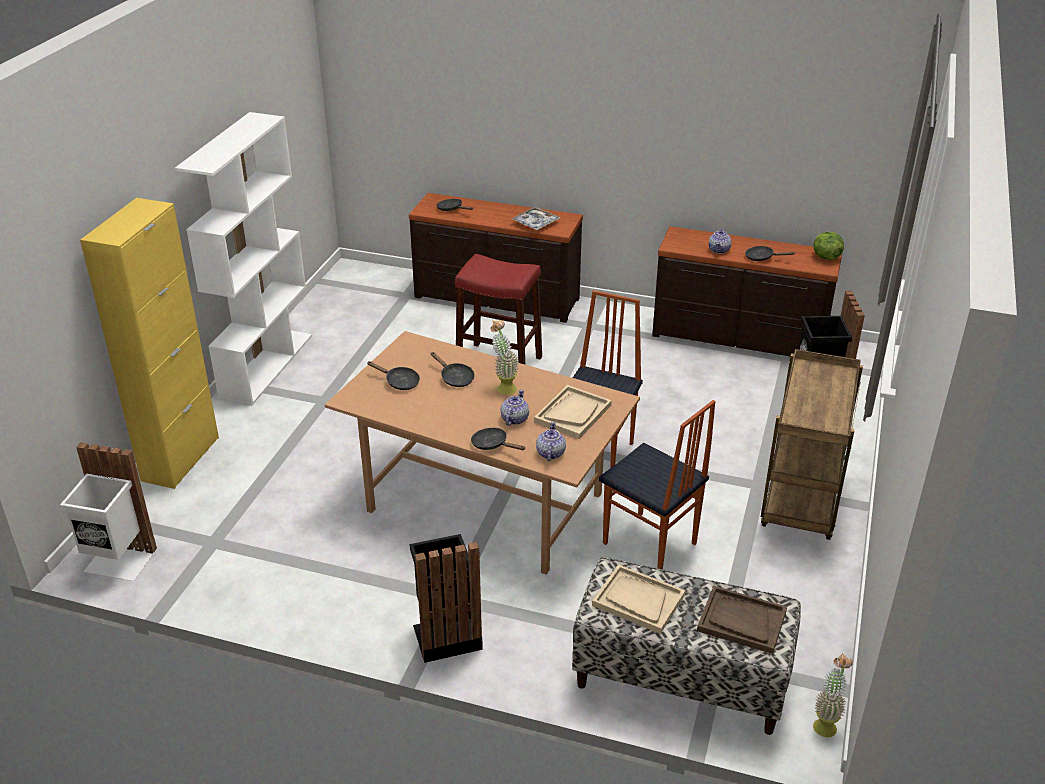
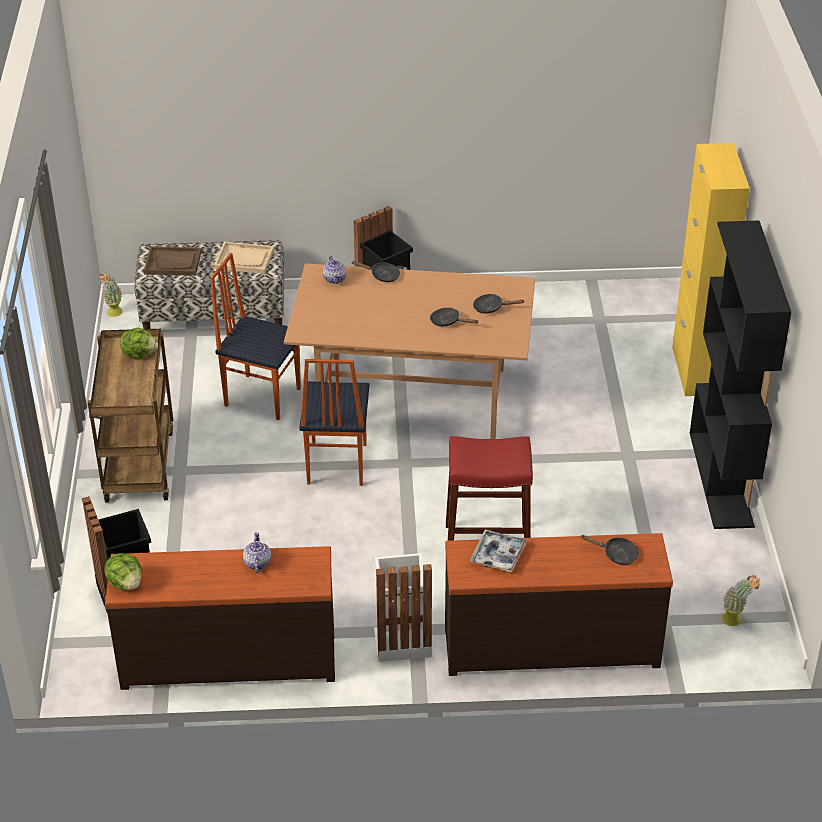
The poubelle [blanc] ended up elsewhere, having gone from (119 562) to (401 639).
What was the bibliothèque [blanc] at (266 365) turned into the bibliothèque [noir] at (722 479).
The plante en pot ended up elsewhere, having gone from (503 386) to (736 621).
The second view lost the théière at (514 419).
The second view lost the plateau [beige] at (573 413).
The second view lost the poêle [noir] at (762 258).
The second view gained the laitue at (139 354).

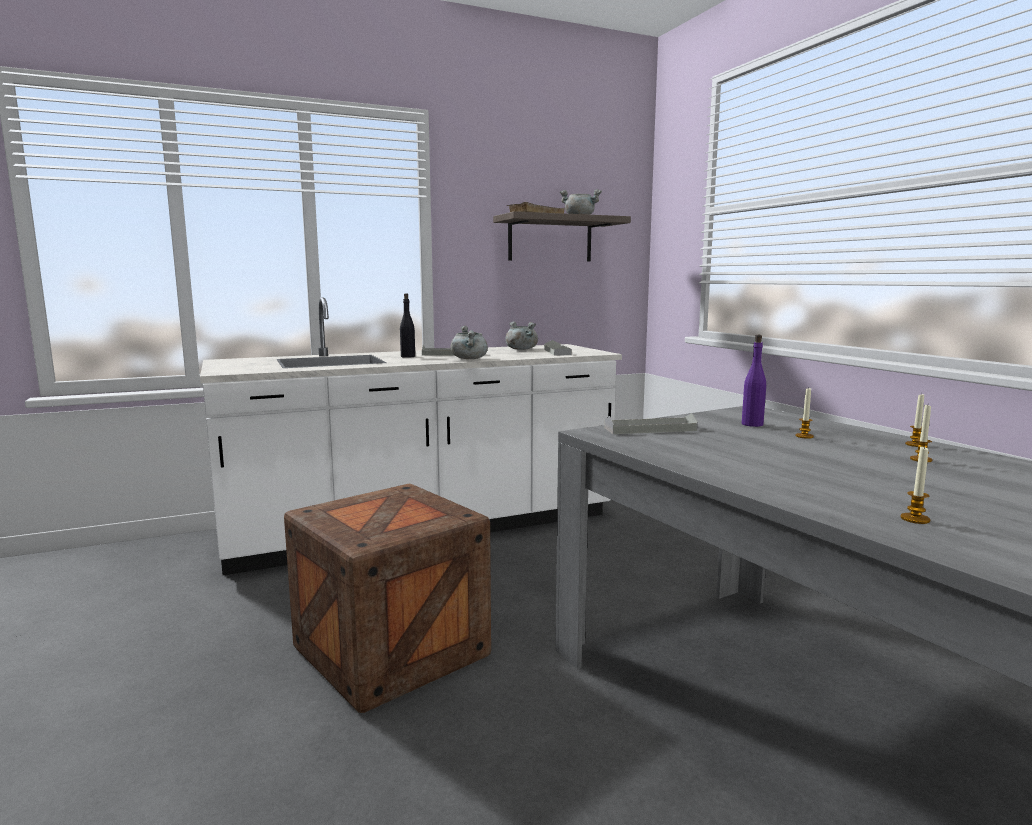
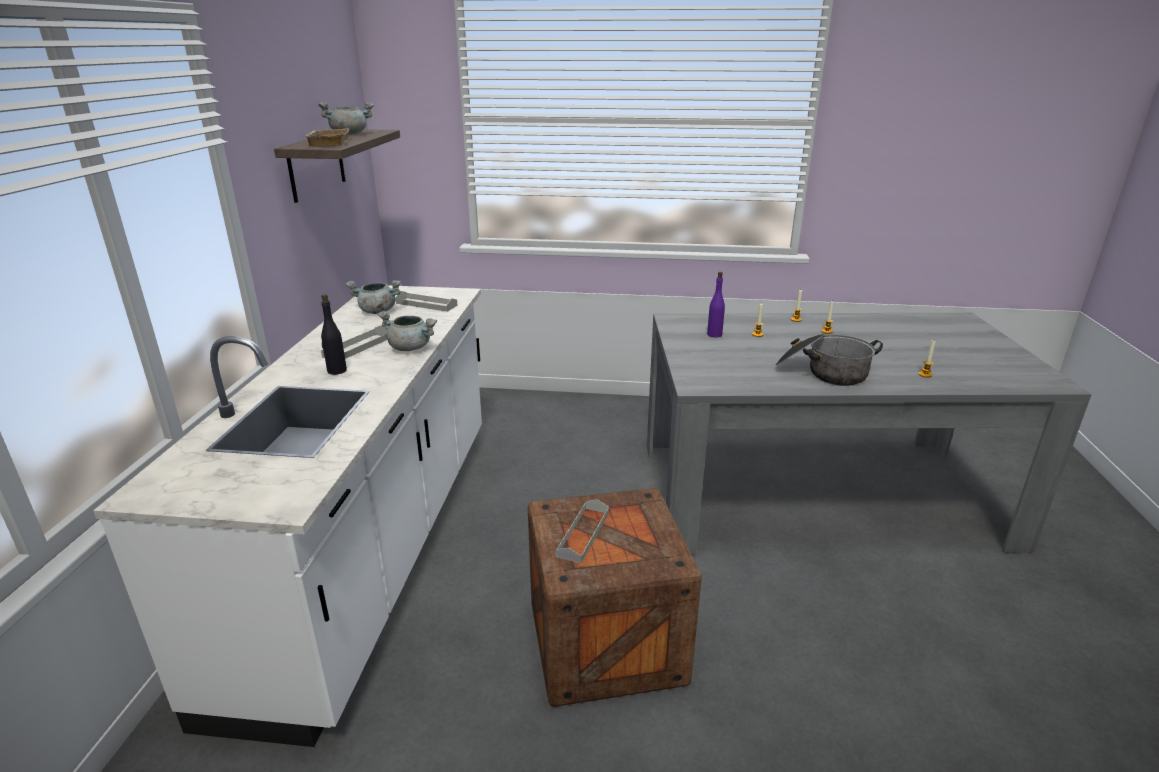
The plateau [gris] ended up elsewhere, having gone from (650 429) to (583 534).
The second view gained the marmite at (823 372).

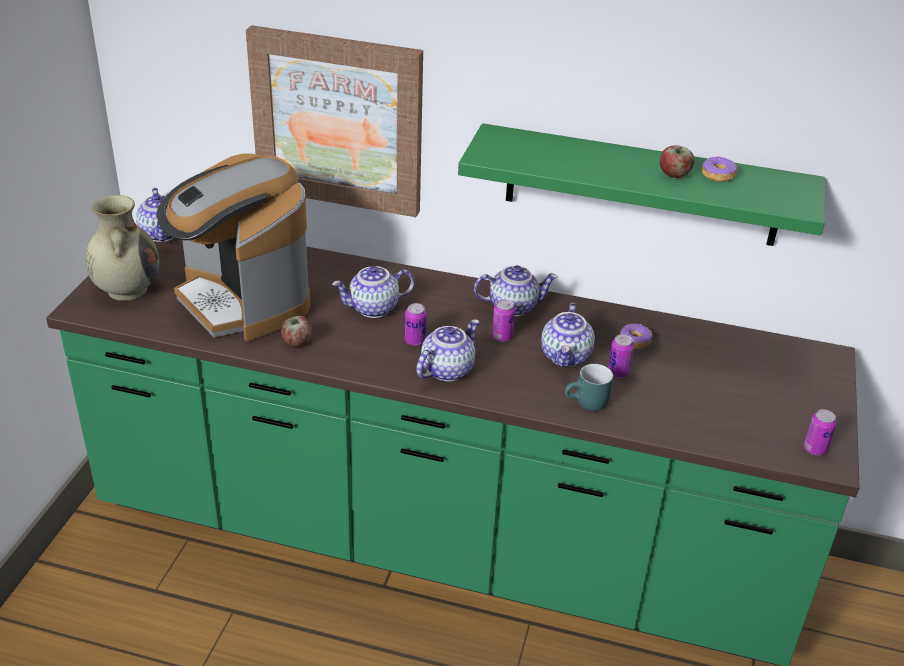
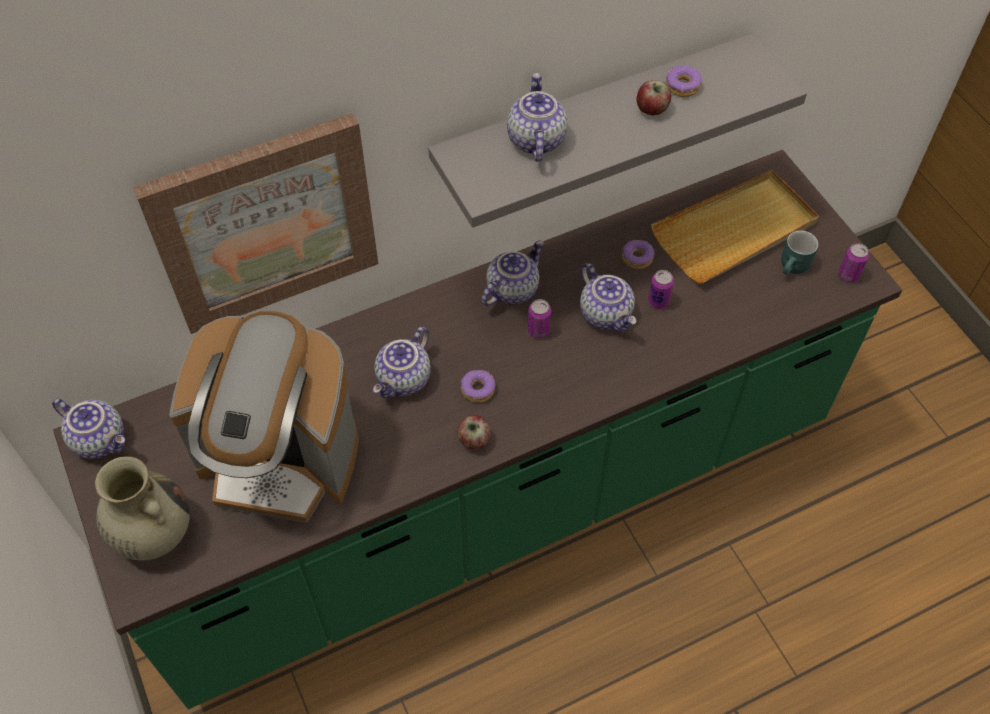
The pomme ended up elsewhere, having gone from (297 342) to (474 440).
Where the boîte métallique stood at (415 341), the beignet came to stand at (477 389).
The théière ended up elsewhere, having gone from (447 369) to (535 139).
What was the étagère [vert] at (642 186) turned into the étagère [gris] at (593 120).
The mug [turquoise] ended up elsewhere, having gone from (587 404) to (794 268).
The second view gained the plateau [beige] at (735 231).

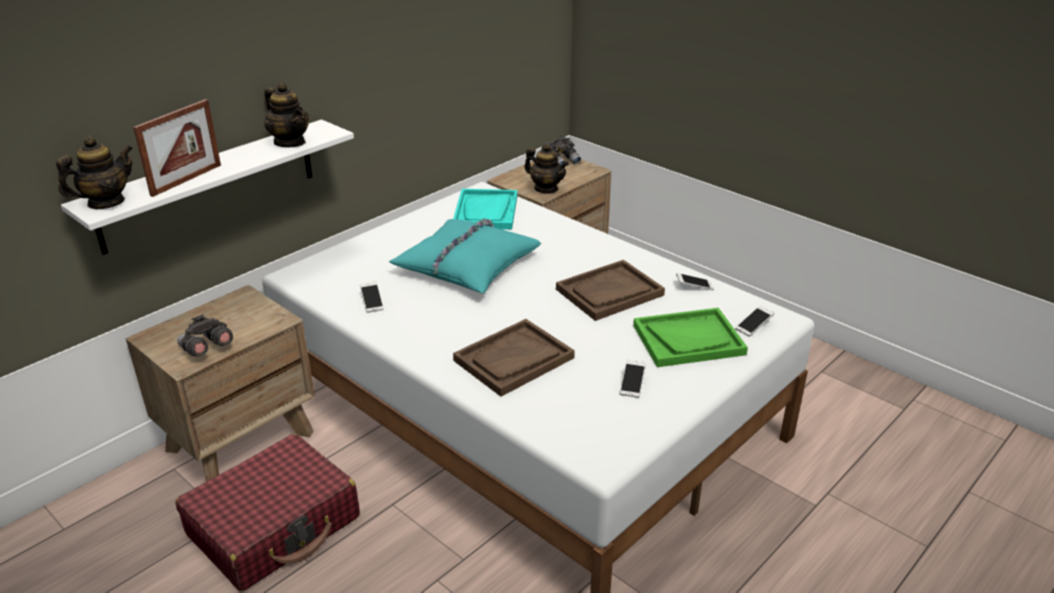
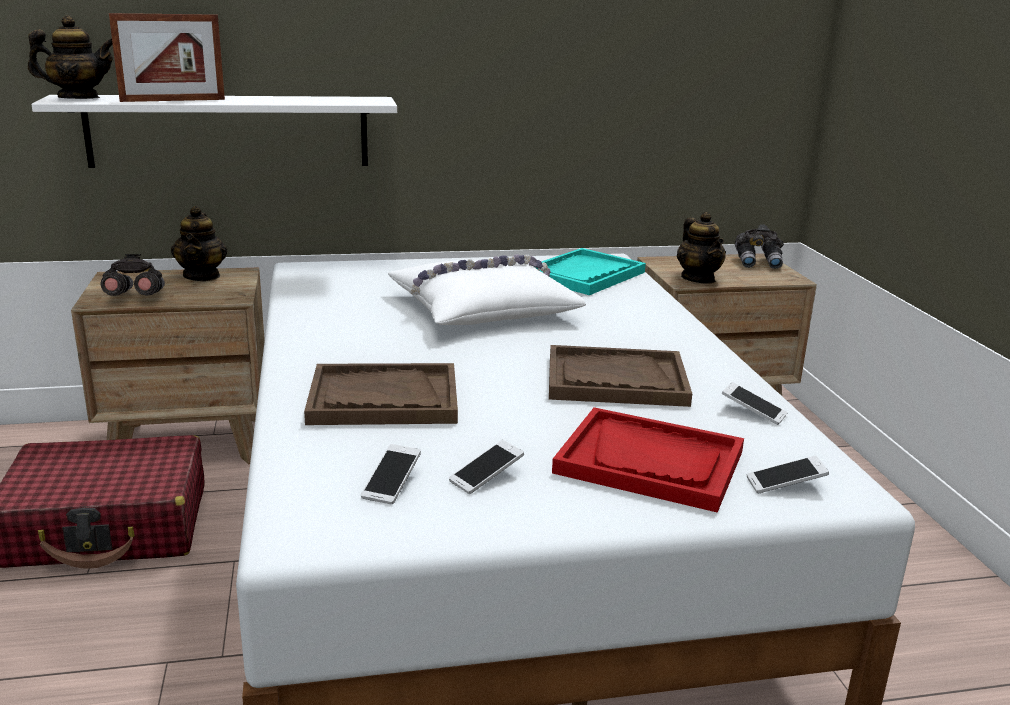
The théière ended up elsewhere, having gone from (290 142) to (202 276).
The téléphone ended up elsewhere, having gone from (372 302) to (391 484).
What was the coussin [turquoise] at (466 265) turned into the coussin [blanc] at (482 308).
What was the plateau [vert] at (688 339) turned into the plateau [rouge] at (650 462).

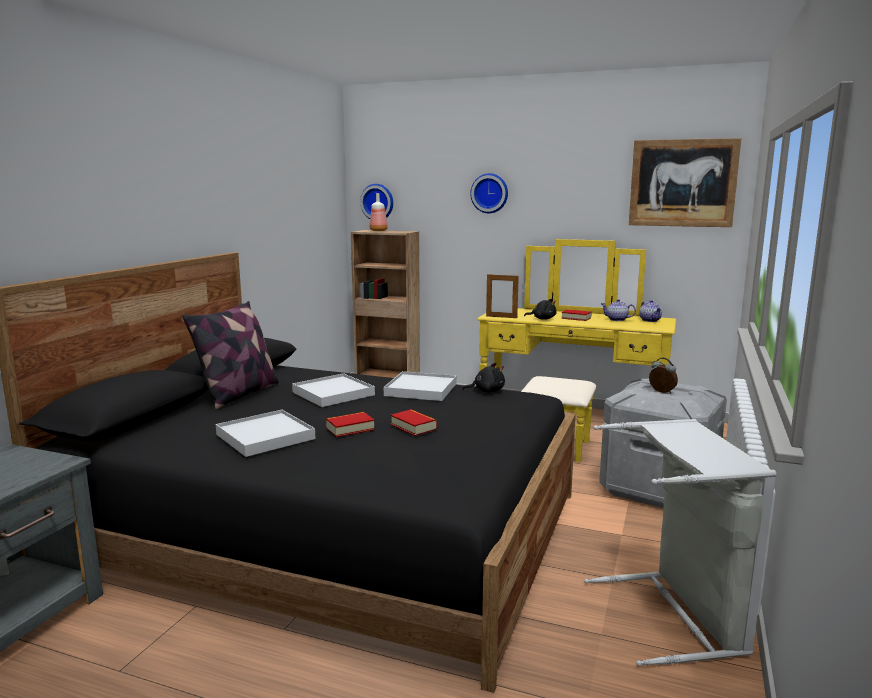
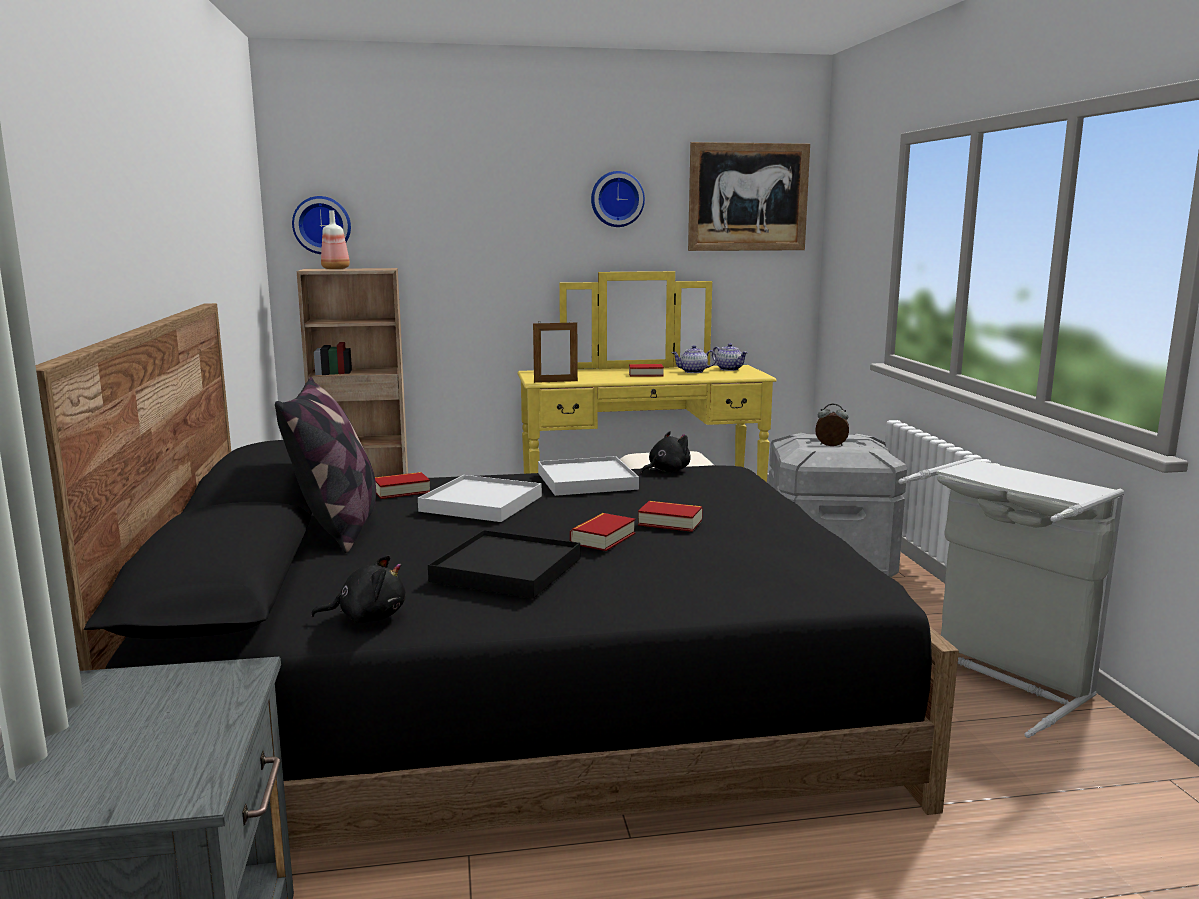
What was the plateau [blanc] at (265 437) turned into the plateau [noir] at (507 570).
The horloge murale ended up elsewhere, having gone from (490 193) to (617 199).
The peluche [noir] ended up elsewhere, having gone from (542 319) to (367 617).
The second view gained the livre at (401 491).

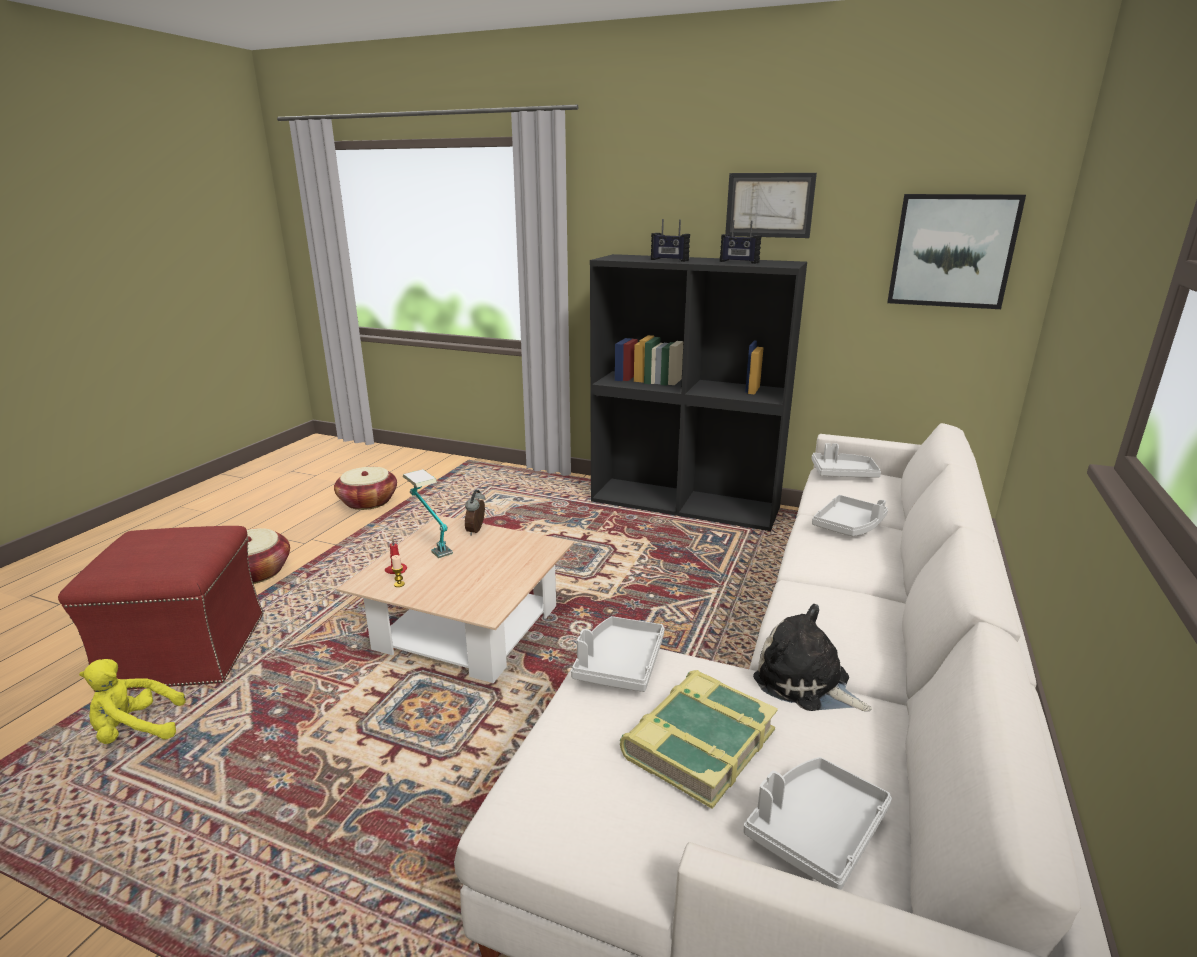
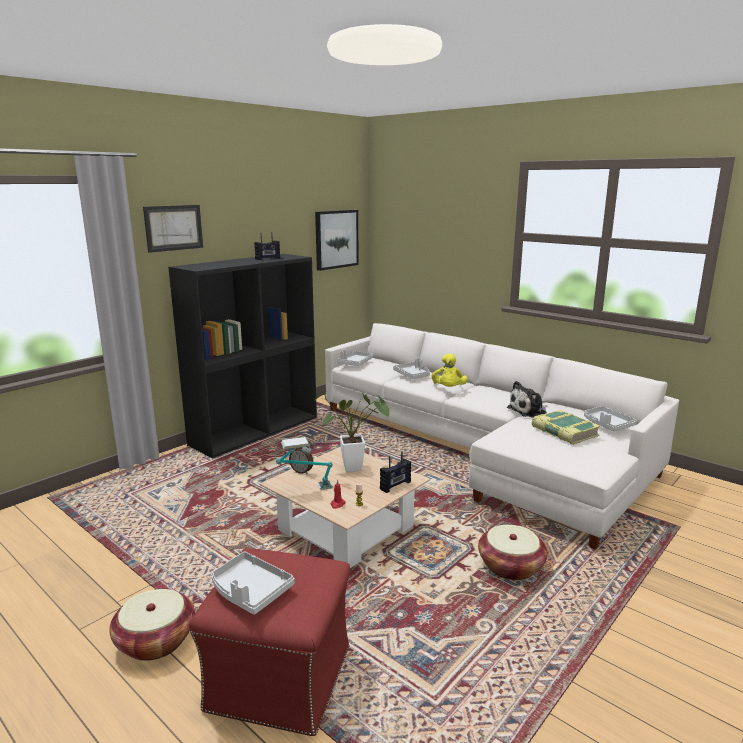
The peluche [jaune] ended up elsewhere, having gone from (136 730) to (448 389).
The panier ended up elsewhere, having gone from (368 502) to (510 567).
The plateau [gris] ended up elsewhere, having gone from (619 664) to (250 591).
The radio ended up elsewhere, having gone from (669 260) to (395 486).
The tableau ended up elsewhere, having gone from (769 205) to (173 228).
The second view gained the plante en pot at (357 468).

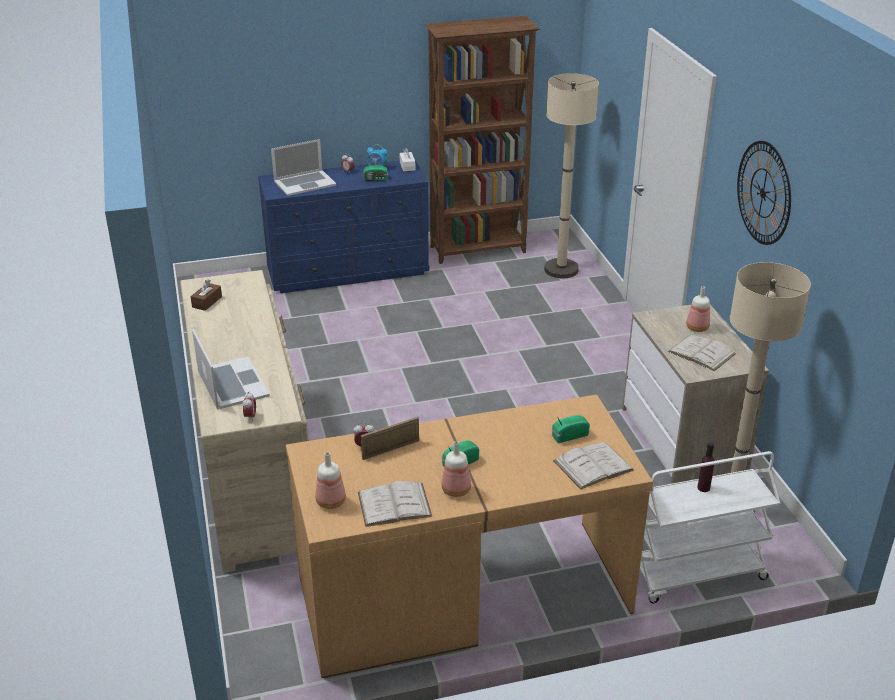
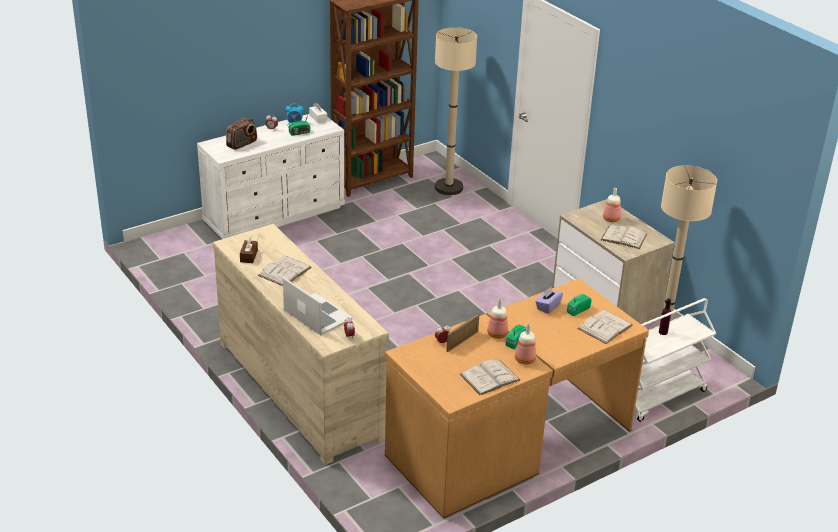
What was the commode [bleu] at (349 271) turned into the commode [blanc] at (275 214).
Where the ordinateur portable stood at (304 183), the radio came to stand at (242 144).
The bouteille ended up elsewhere, having gone from (331 502) to (498 334).
The second view lost the horloge murale at (763 193).
The second view gained the livre [blanc] at (285 271).
The second view gained the boîte à mouchoirs [violet] at (547 307).

